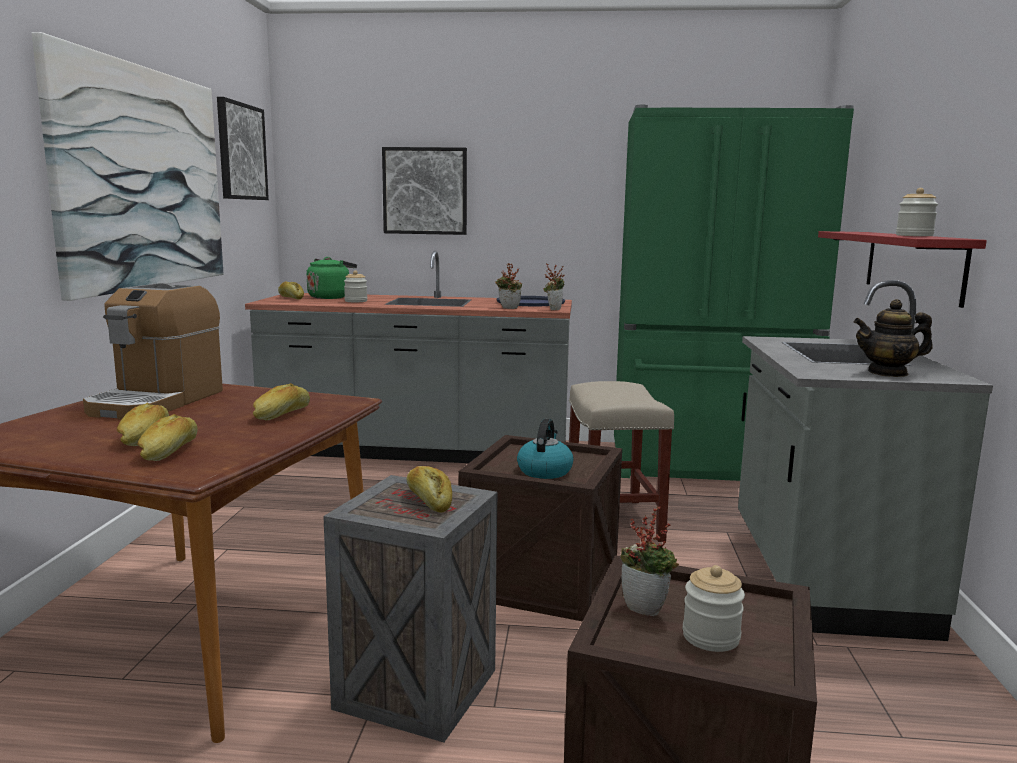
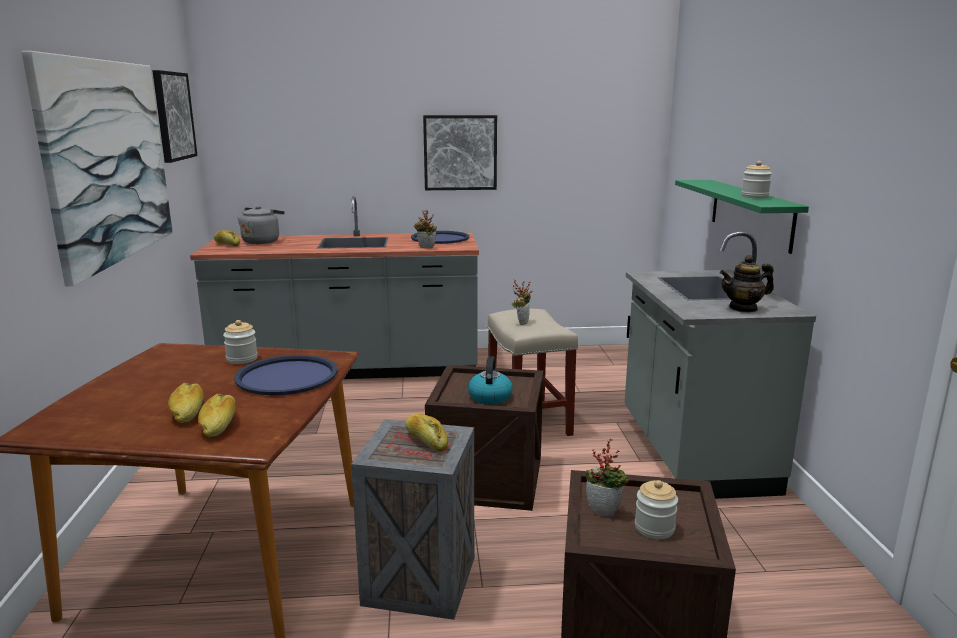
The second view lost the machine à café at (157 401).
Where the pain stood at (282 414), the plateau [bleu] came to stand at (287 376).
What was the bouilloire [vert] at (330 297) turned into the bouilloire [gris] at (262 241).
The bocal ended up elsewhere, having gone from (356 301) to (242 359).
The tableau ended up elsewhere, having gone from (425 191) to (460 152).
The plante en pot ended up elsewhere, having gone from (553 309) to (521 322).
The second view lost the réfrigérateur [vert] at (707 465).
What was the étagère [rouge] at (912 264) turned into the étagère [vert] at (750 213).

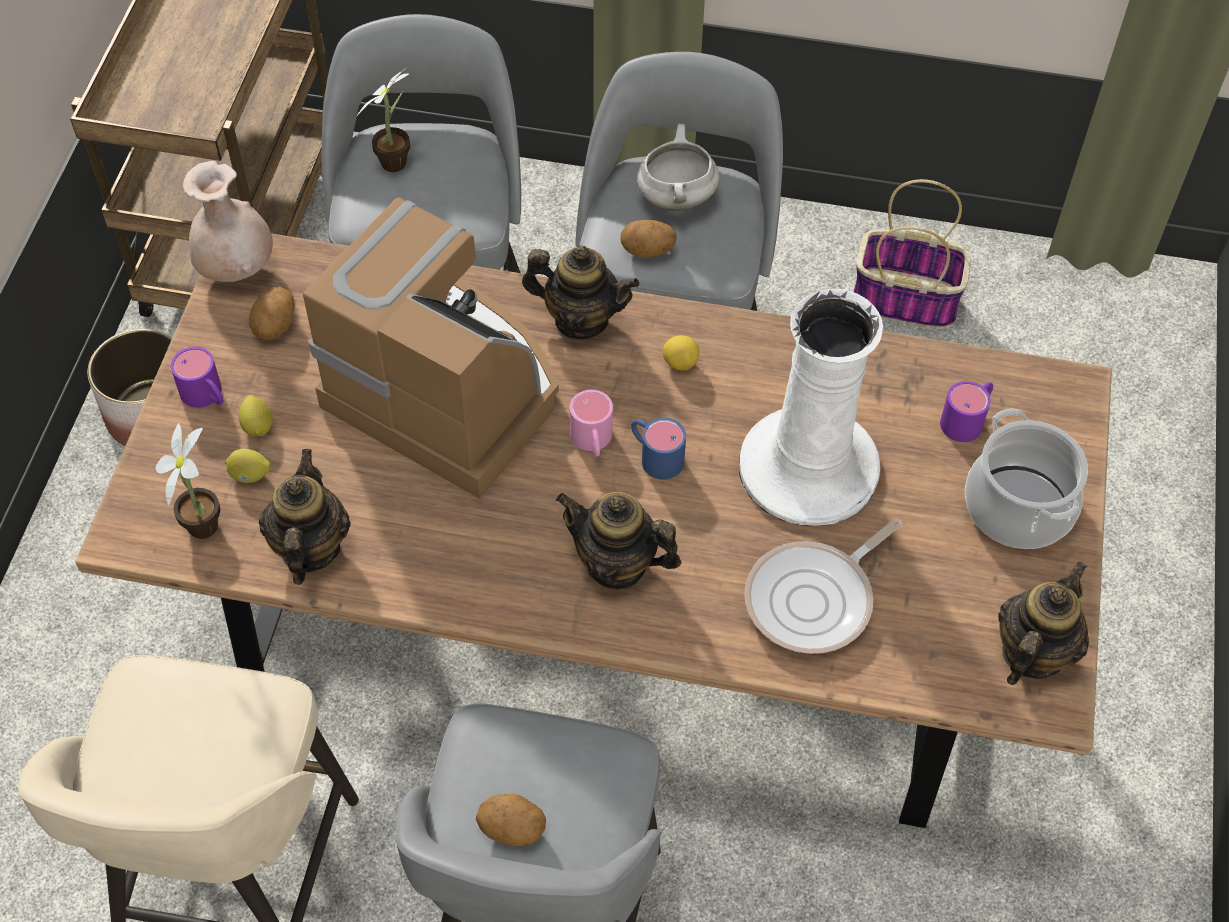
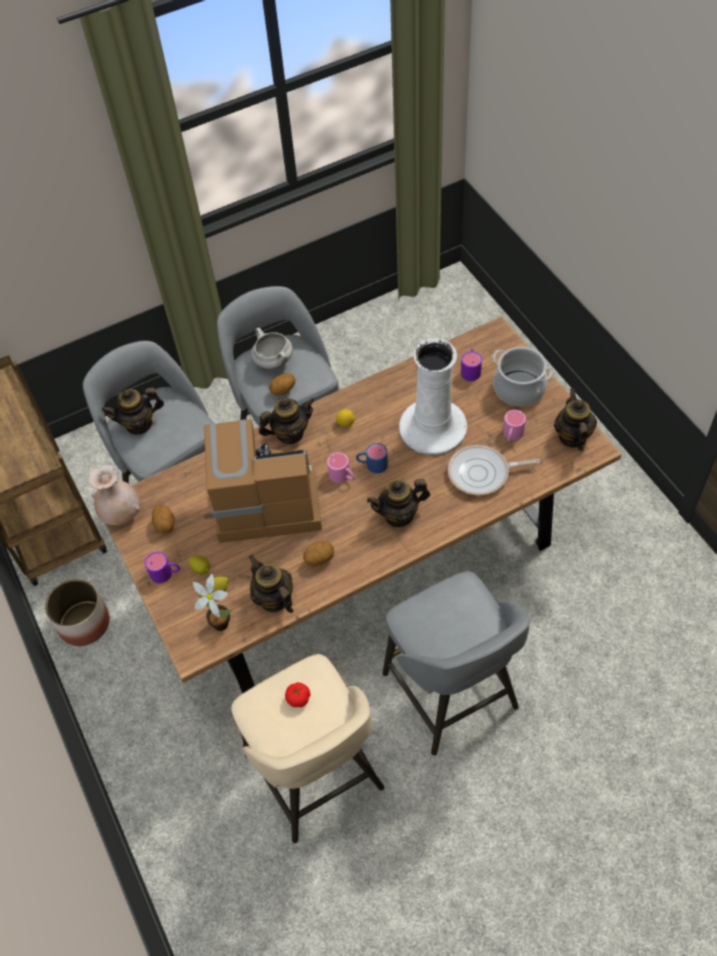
Where the plante en pot stood at (397 160), the théière came to stand at (139 424).
The pomme de terre ended up elsewhere, having gone from (512 828) to (319 559).
The poêle at (815 599) ended up facing another way, 75 degrees clockwise from before.
The second view lost the panier at (906 300).
The second view gained the tomate at (298 698).
The second view gained the mug [rose] at (512 435).

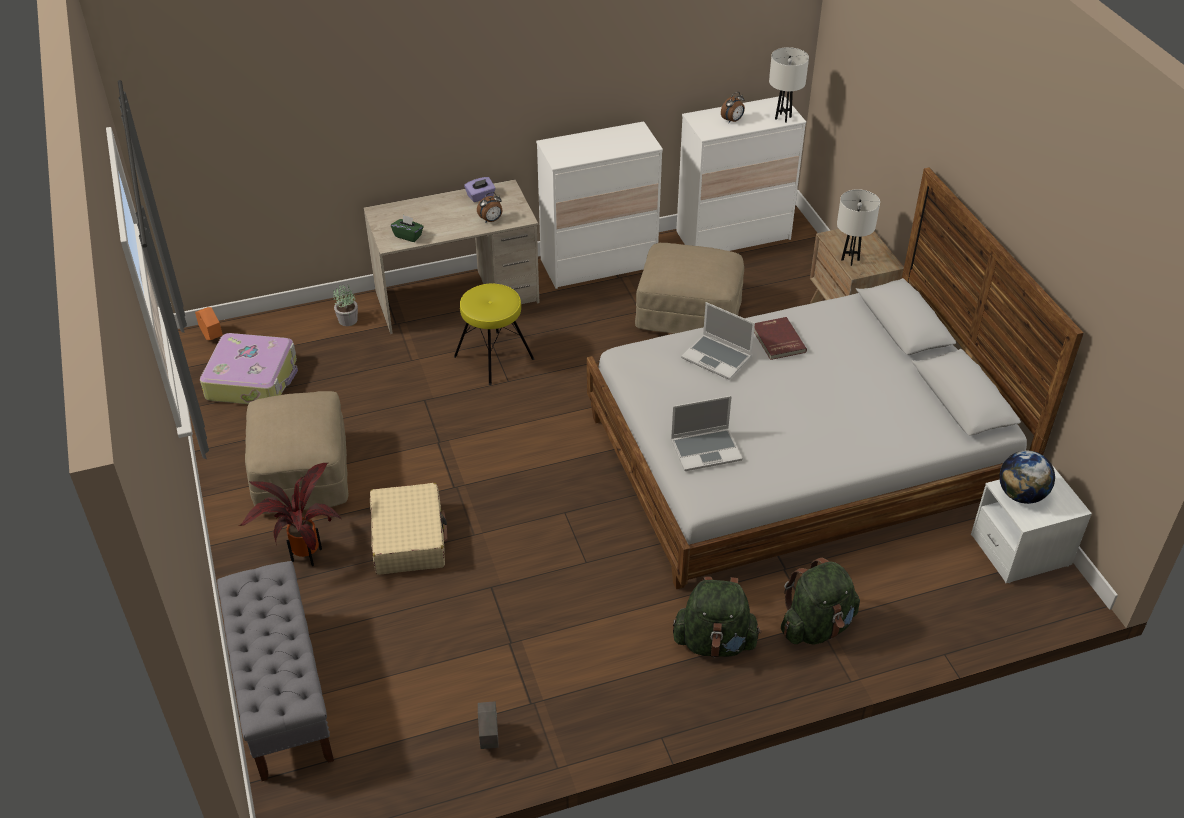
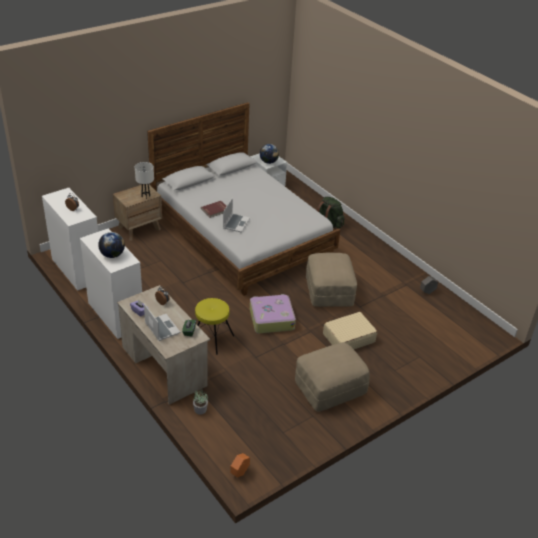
The valise ended up elsewhere, having gone from (253 379) to (271 319).
The second view lost the banc [gris] at (282 692).
The second view lost the plante en pot at (304 553).
The pouf [beige] ended up elsewhere, having gone from (689 314) to (328 291).
The ordinateur portable ended up elsewhere, having gone from (706 450) to (161 328).
The second view lost the sac à dos [vert] at (714 642).
The second view lost the lampe de table [blanc] at (783 118).
The second view gained the globe at (112 255).

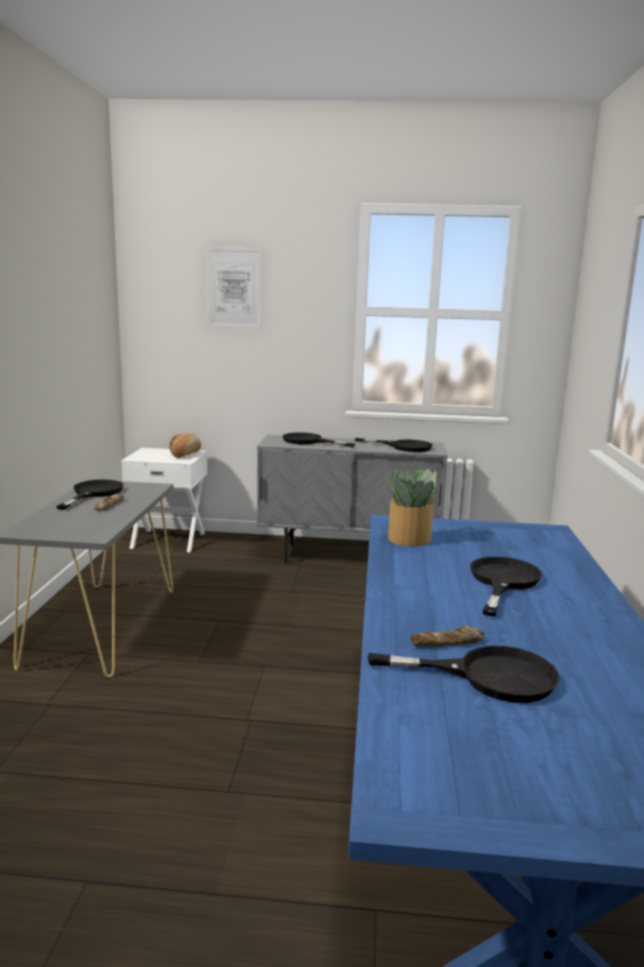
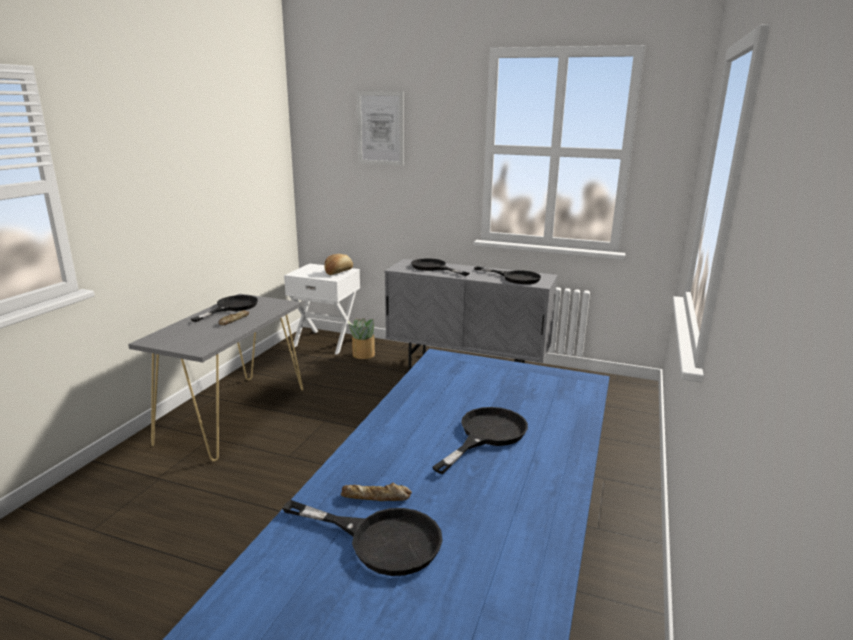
The plante en pot ended up elsewhere, having gone from (408 539) to (363 354).

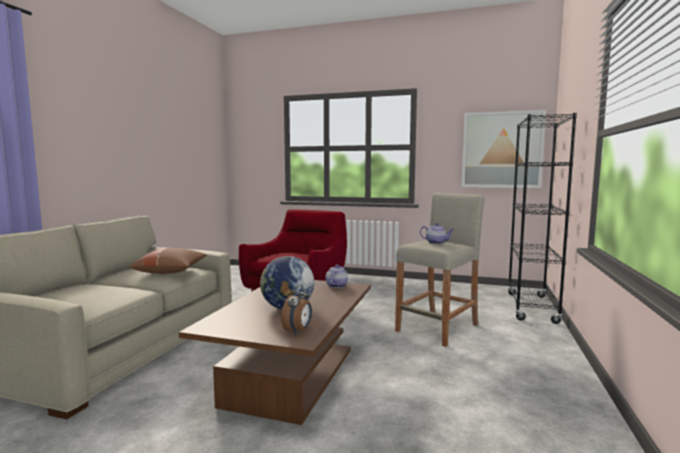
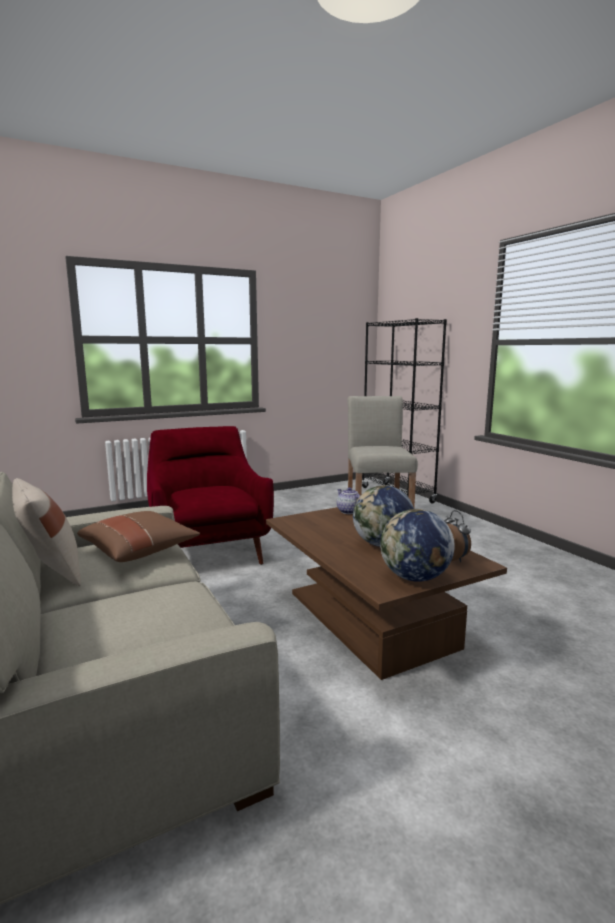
The second view lost the théière at (436 243).
The second view lost the tableau at (501 150).
The second view gained the coussin [beige] at (50 572).
The second view gained the globe at (414 578).

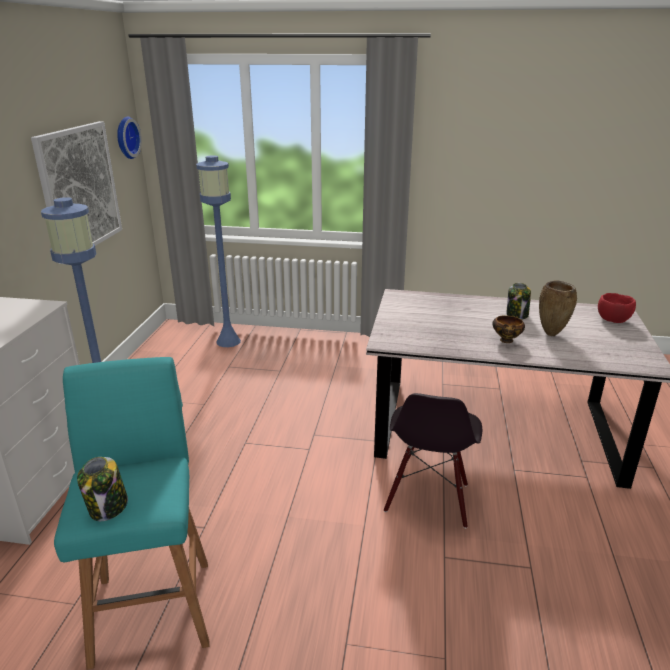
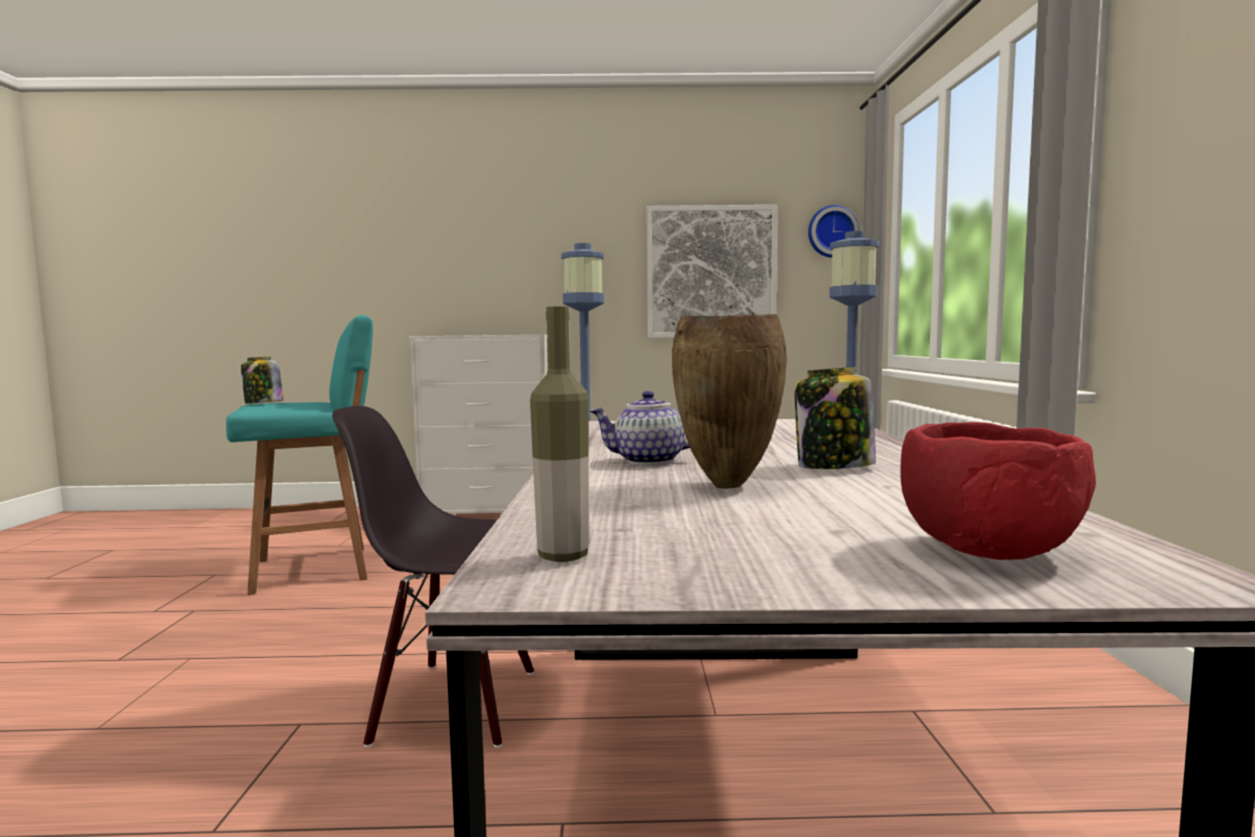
Where the bol stood at (506 341), the théière came to stand at (648 461).
The second view gained the bouteille at (563 556).

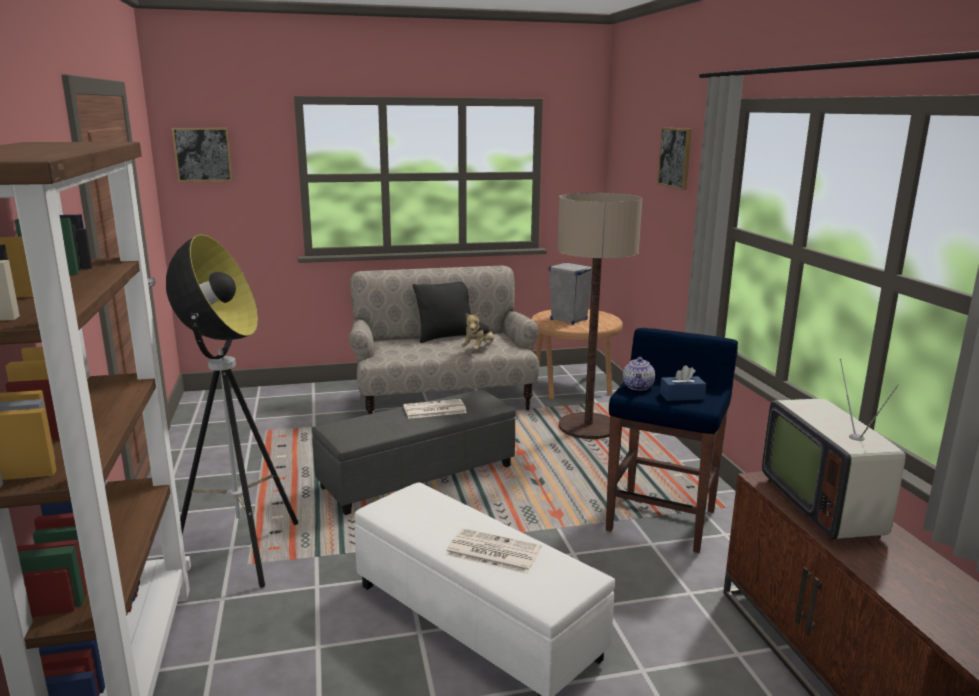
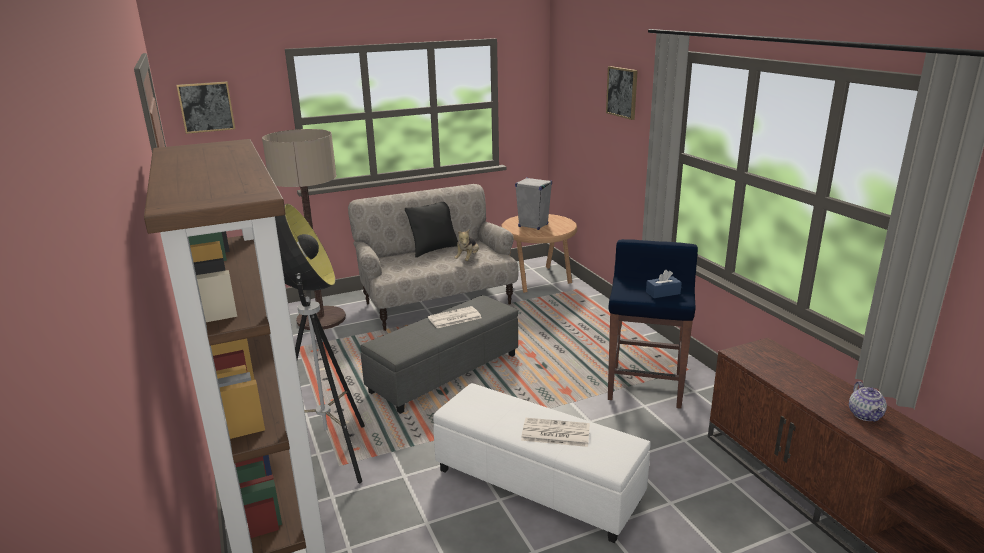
The lampadaire ended up elsewhere, having gone from (588 427) to (321 319).
The théière ended up elsewhere, having gone from (638 387) to (865 415).
The second view lost the téléviseur at (825 506).

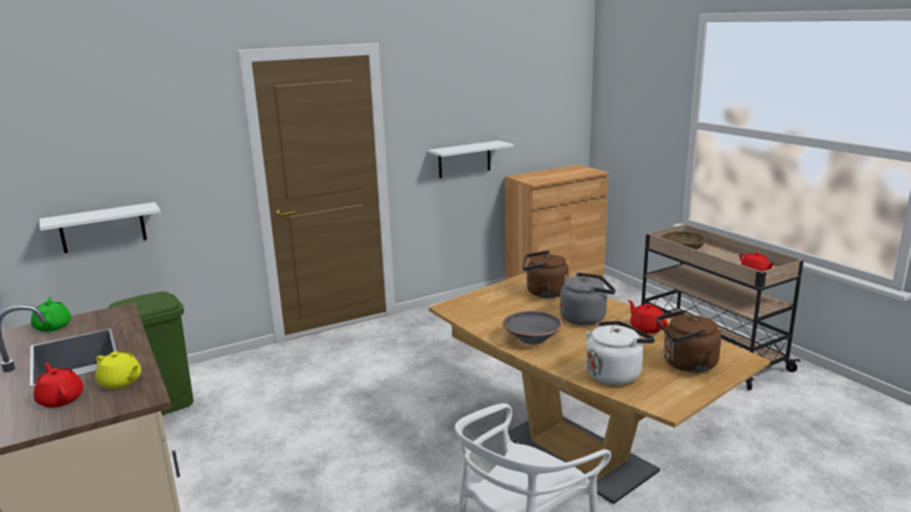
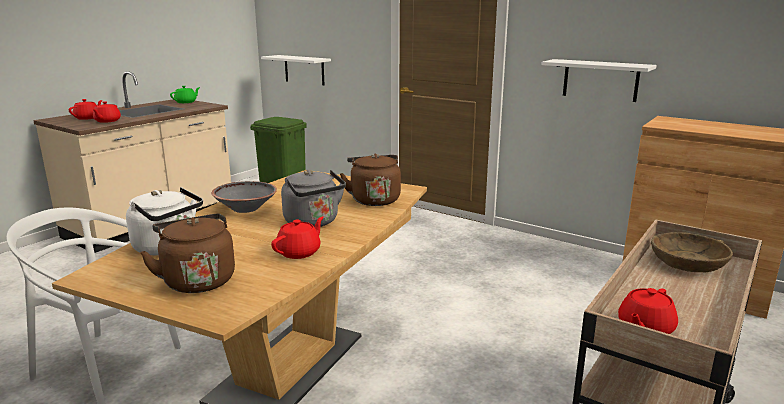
What was the théière [jaune] at (121 382) turned into the théière [rouge] at (107 121).

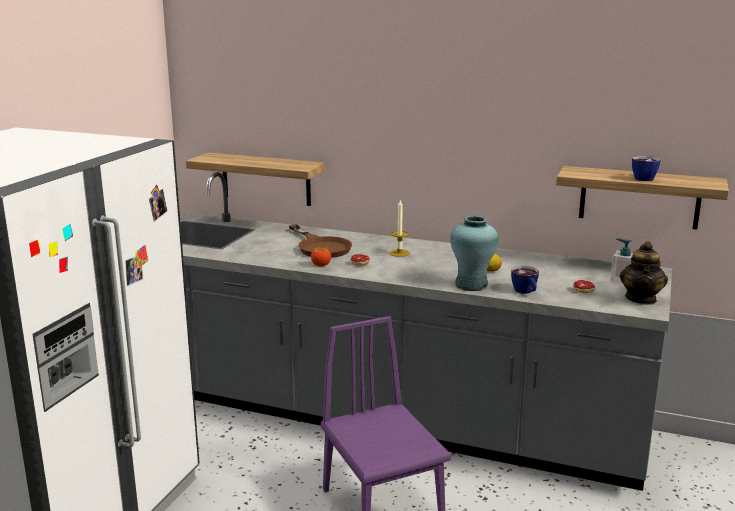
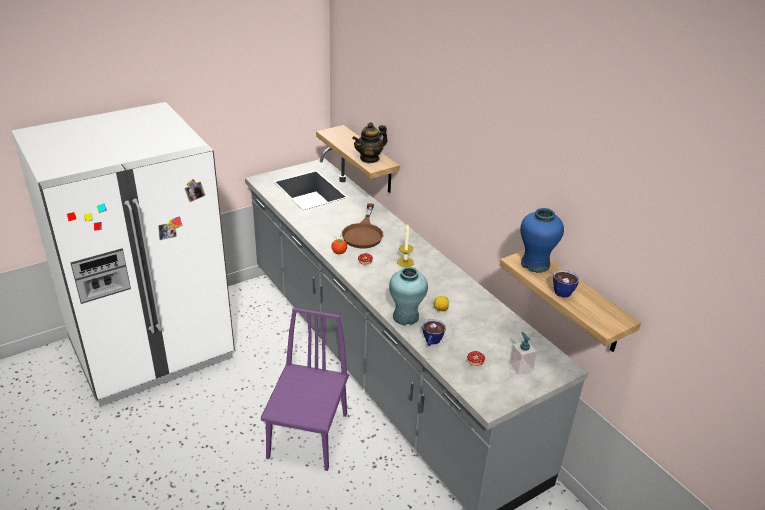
The théière ended up elsewhere, having gone from (641 299) to (369 158).
The second view gained the vase [bleu] at (535 264).

